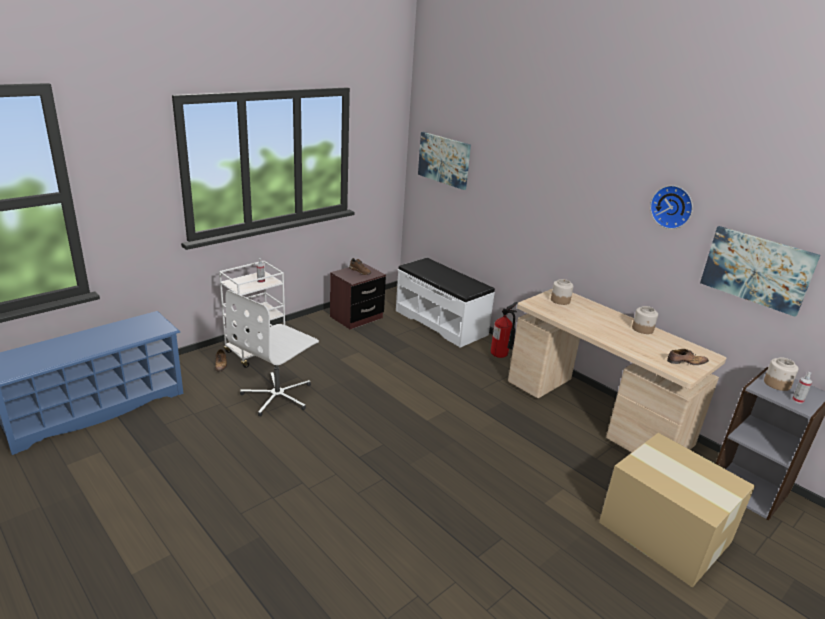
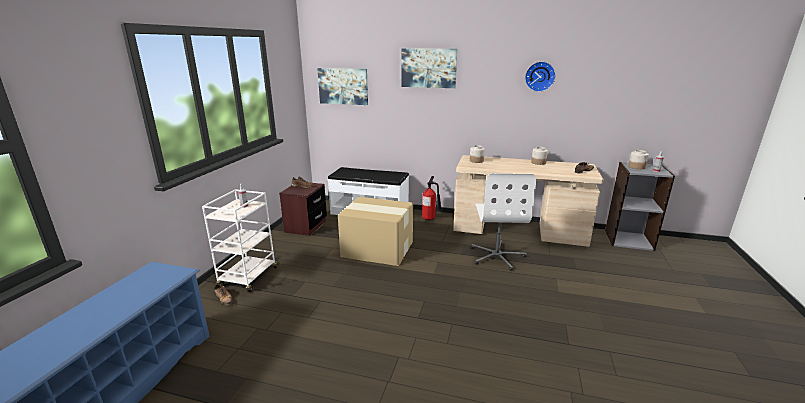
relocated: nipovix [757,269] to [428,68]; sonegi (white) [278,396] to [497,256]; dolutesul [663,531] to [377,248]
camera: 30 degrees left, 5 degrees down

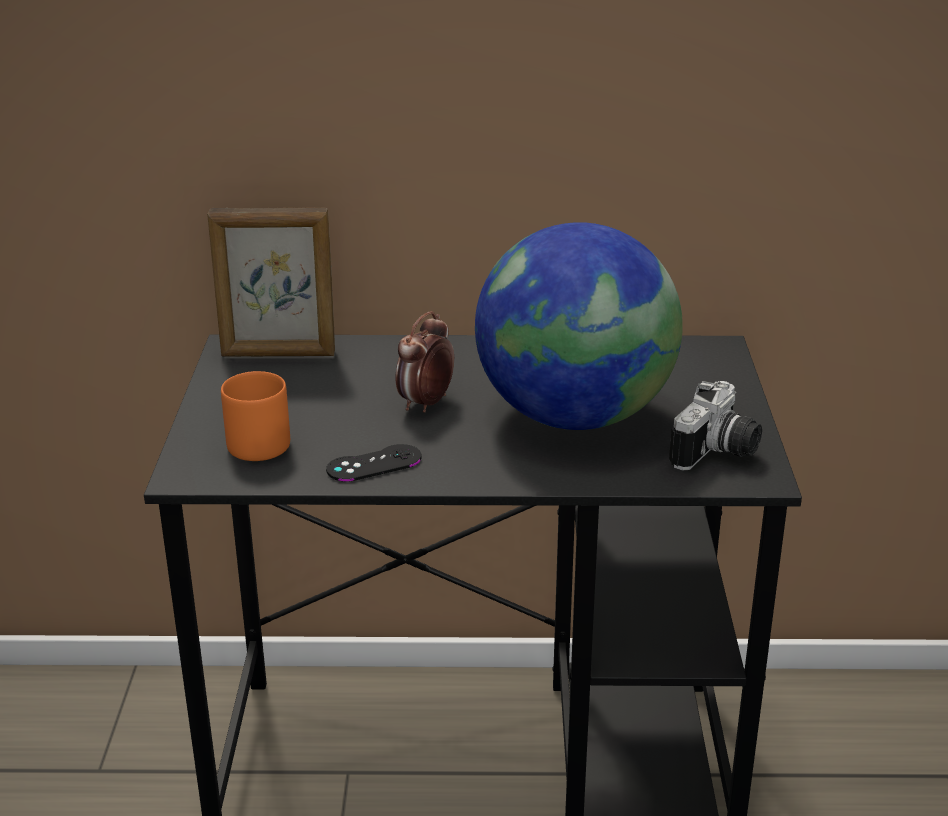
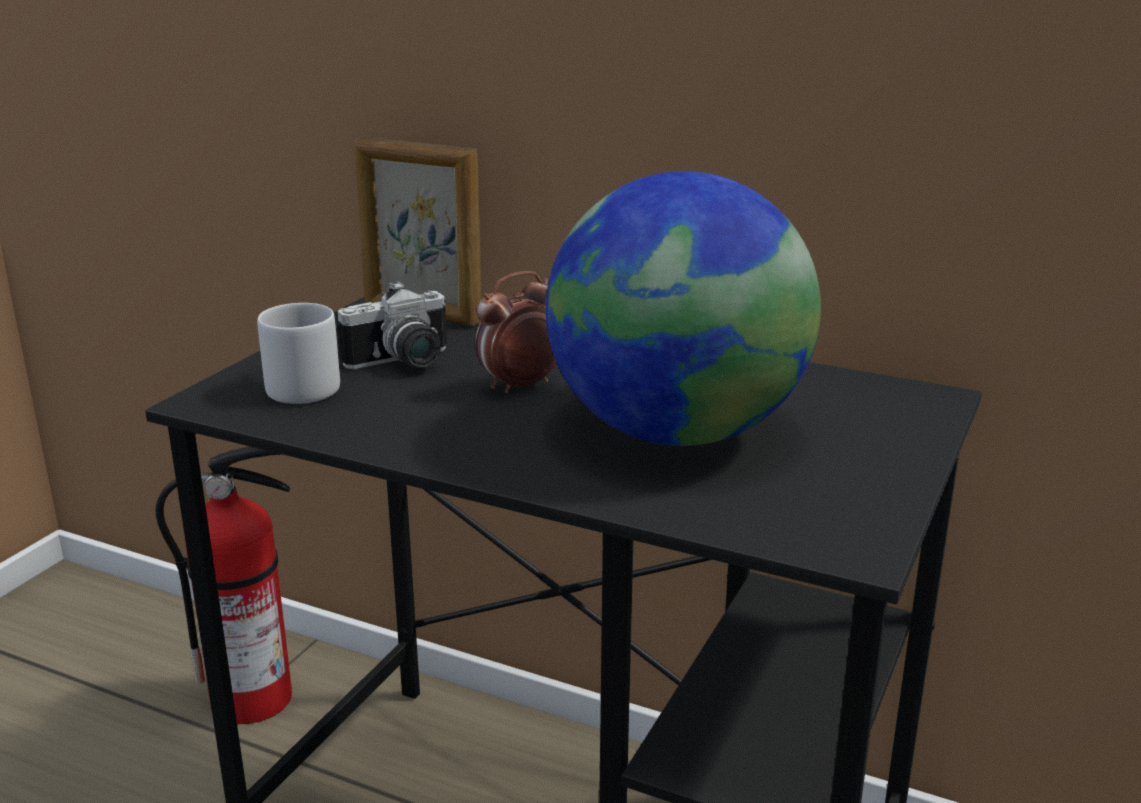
missing: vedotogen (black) [374,464]
appeared: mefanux [255,697]
relocated: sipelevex [719,453] to [403,363]
colour: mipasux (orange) [253,443] to mipasux (grey) [302,386]
camera: 25 degrees right, 5 degrees down

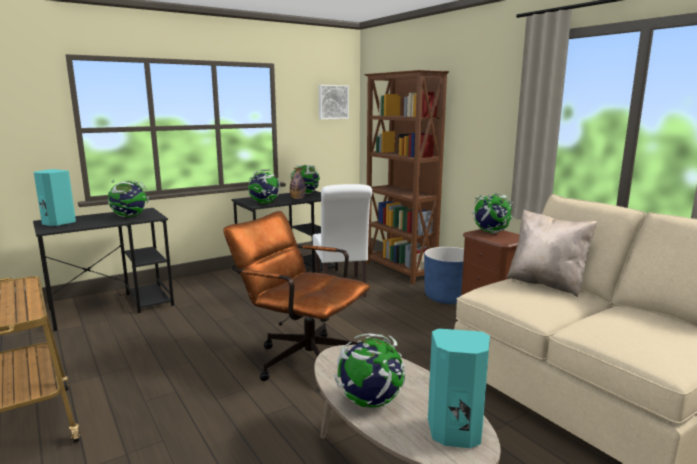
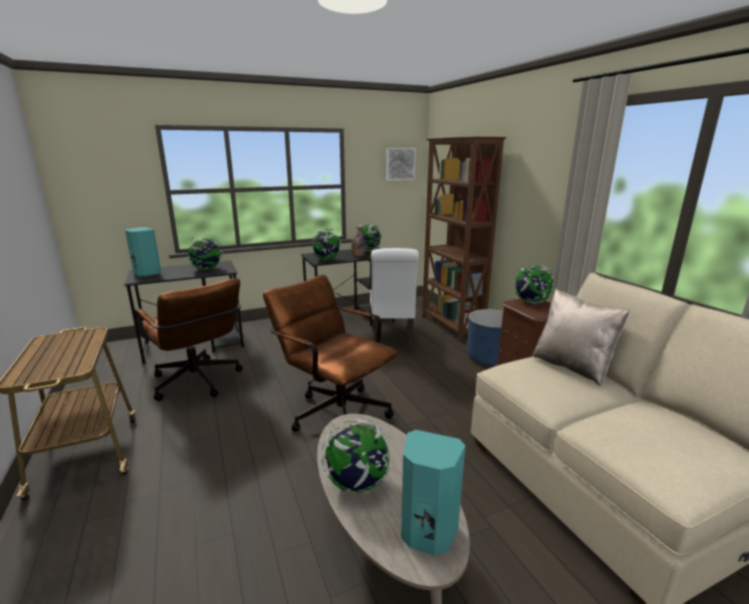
appeared: sonegi (brown) [199,384]
camera: 10 degrees right, 5 degrees up

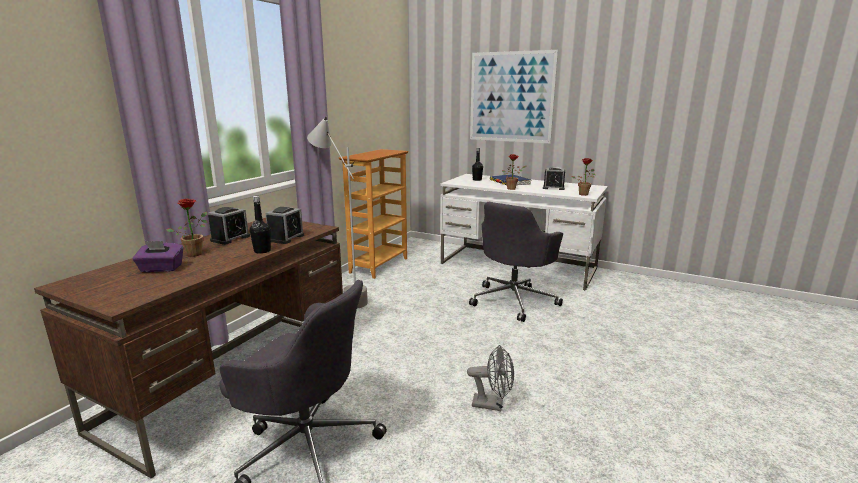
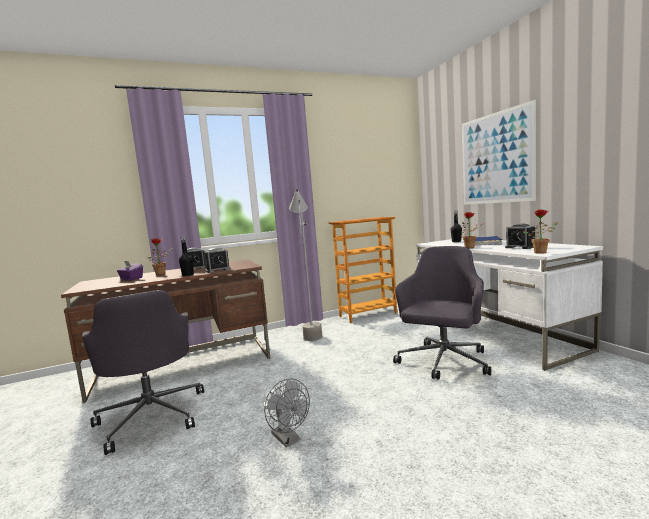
spun: sonegi (grey) [514,300] = [443,362] 135 degrees clockwise
camera: 40 degrees right, 10 degrees down

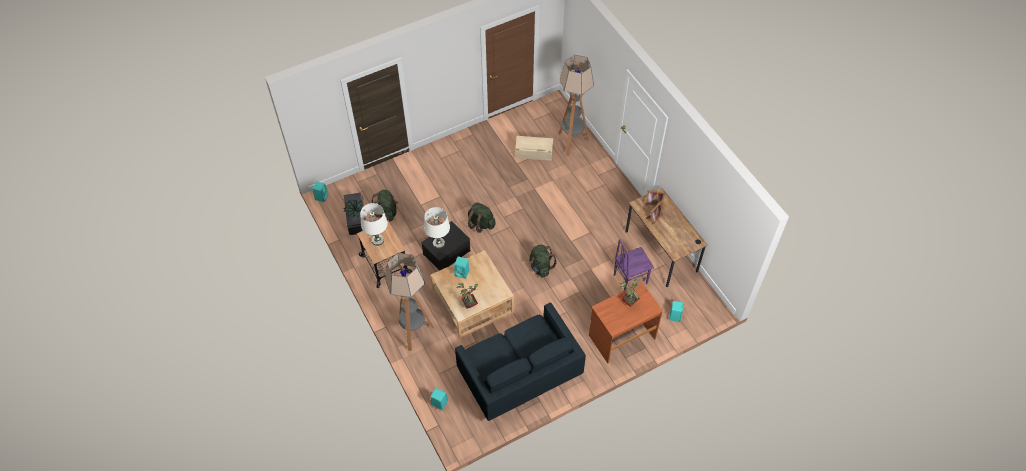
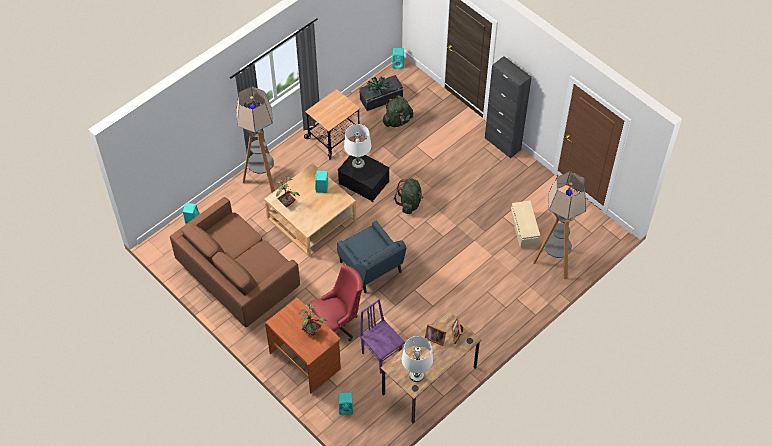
appeared: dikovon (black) [502,144]; sonegi (red) [338,324]
relocated: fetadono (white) [377,240] to [416,375]
exchanged: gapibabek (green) [540,267] to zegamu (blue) [371,268]
colour: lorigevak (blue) [519,373] to lorigevak (brown) [239,277]
camera: 75 degrees right, 0 degrees up

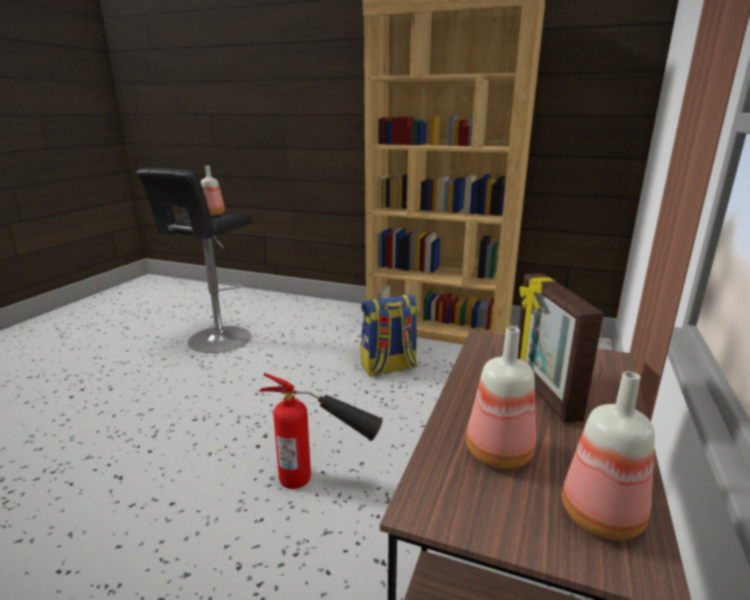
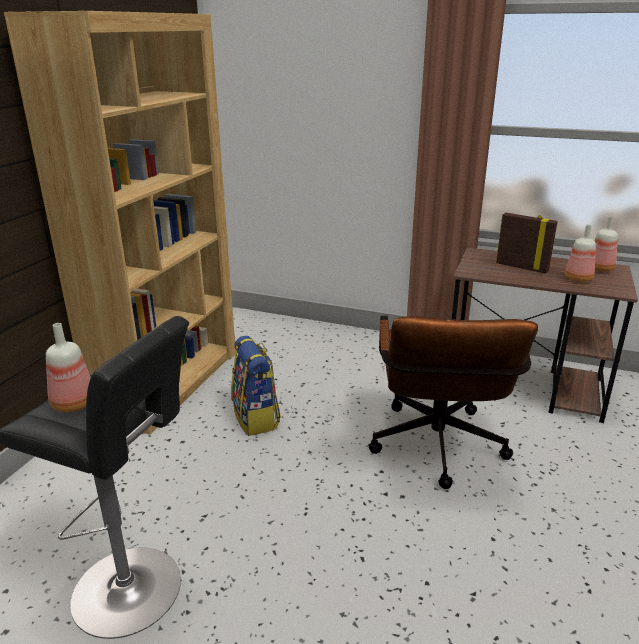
exchanged: mefanux [324,480] to sonegi (brown) [437,451]
spun: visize [543,393] = [522,267] 135 degrees counterclockwise
camera: 90 degrees left, 5 degrees up

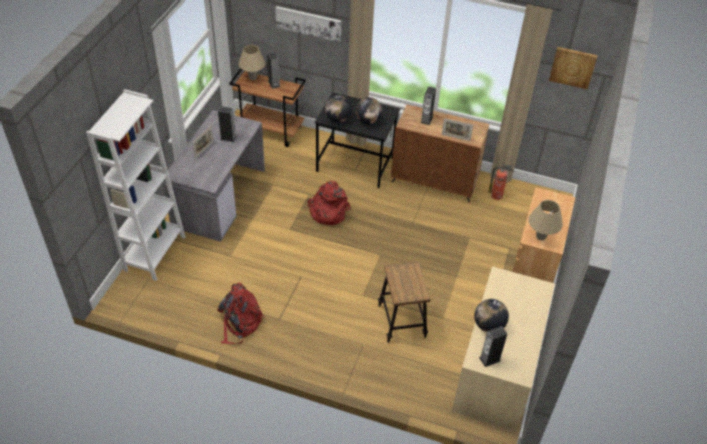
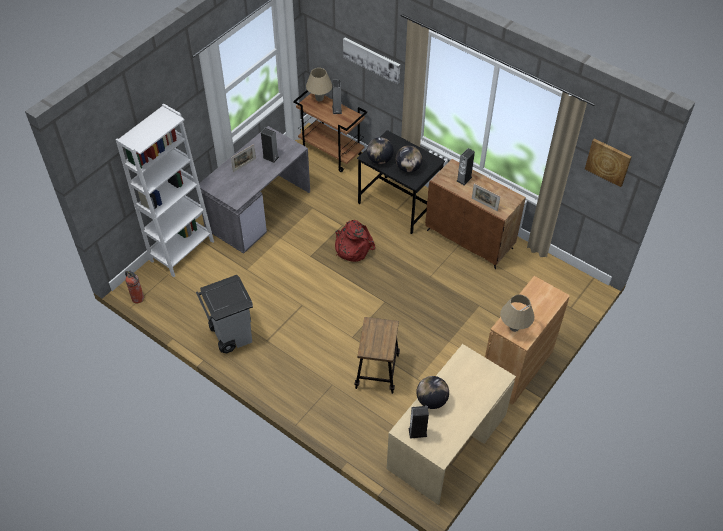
relocated: mefanux [497,196] to [138,298]
exchanged: gapibabek (red) [239,322] to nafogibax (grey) [231,335]
camera: 20 degrees right, 5 degrees up

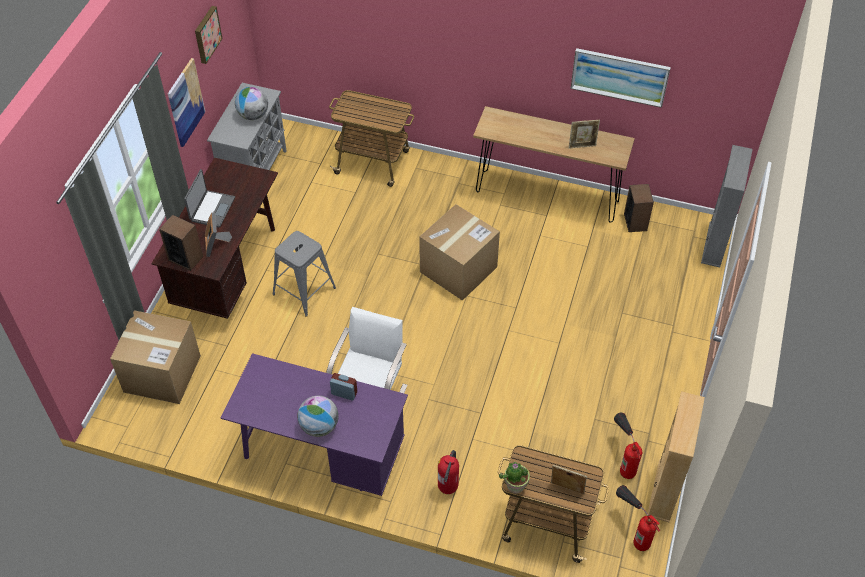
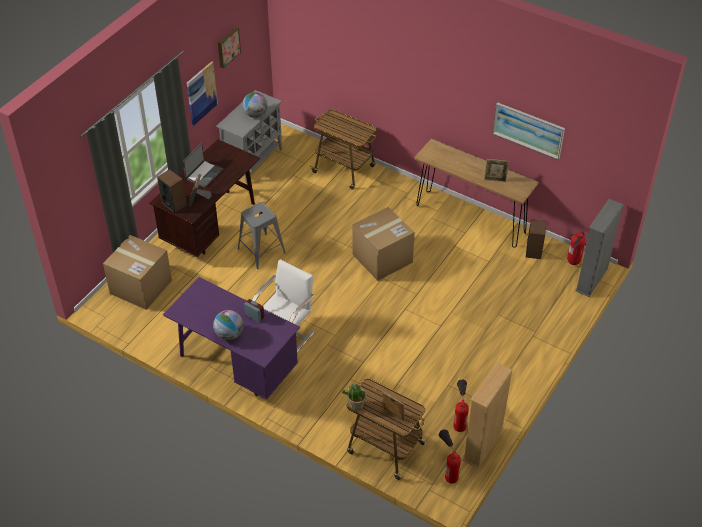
relocated: mefanux [448,488] to [573,263]
camera: 15 degrees right, 5 degrees down

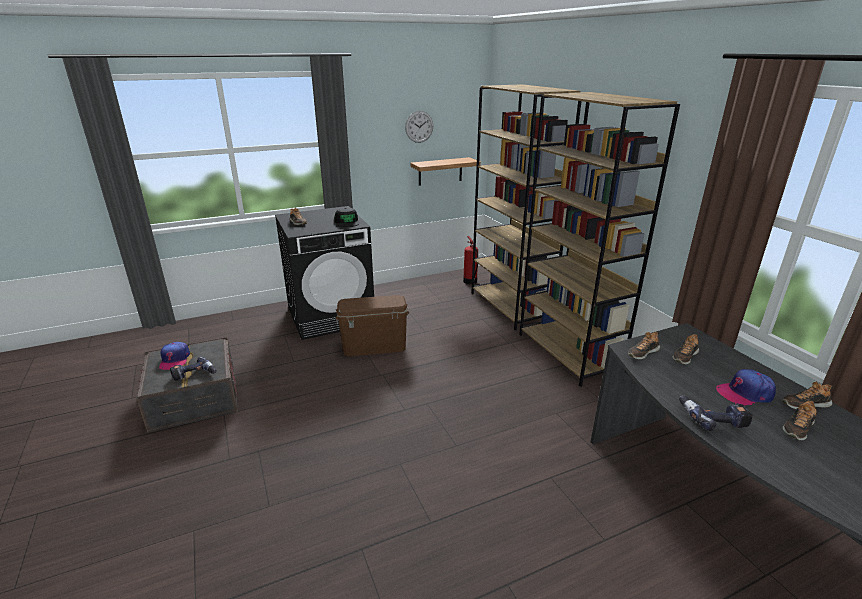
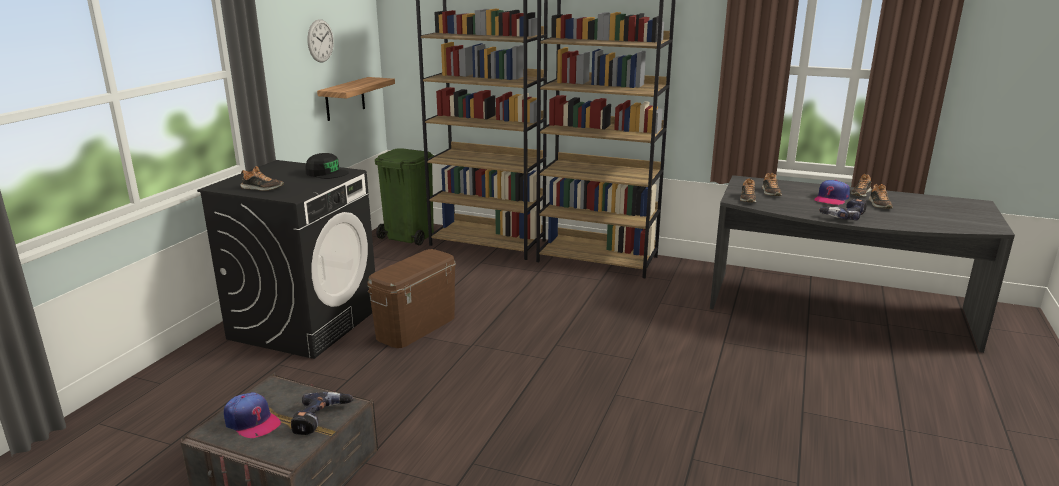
exchanged: mefanux [470,282] to nafogibax (green) [408,236]
camera: 45 degrees left, 5 degrees down

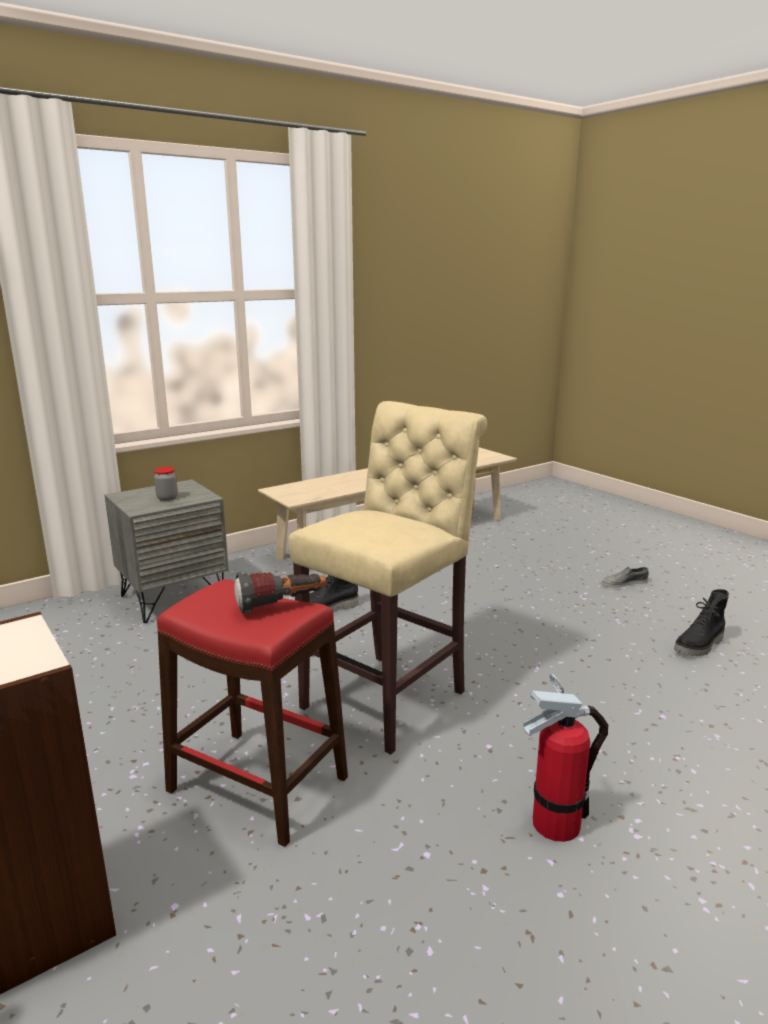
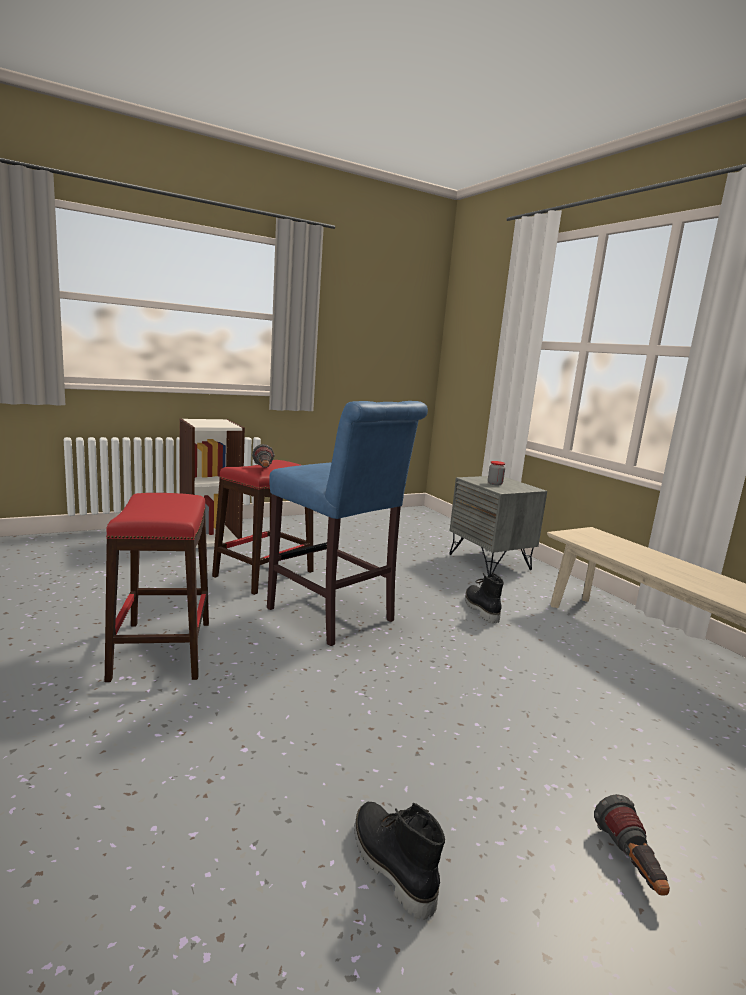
exchanged: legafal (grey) [624,583] to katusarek [631,864]; mefanux [556,823] to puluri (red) [161,650]
colour: puluri (beige) [390,696] to puluri (blue) [335,617]
camera: 95 degrees right, 5 degrees down

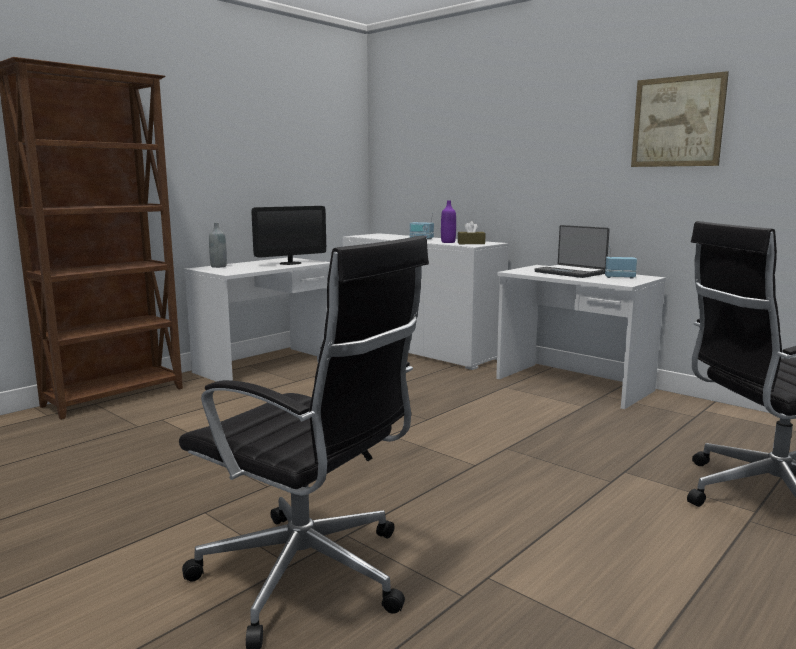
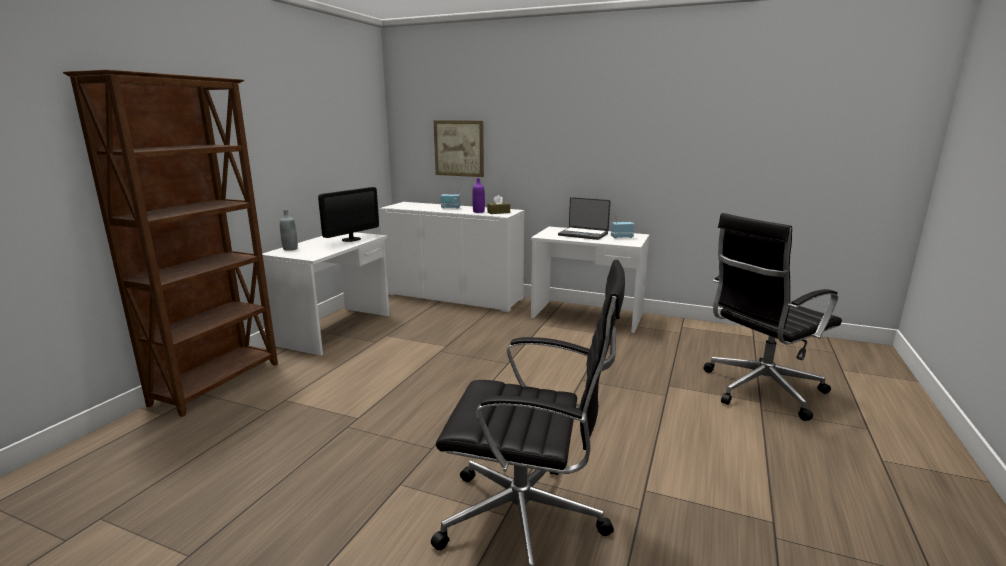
relocated: nipovix [677,122] to [459,148]
camera: 20 degrees left, 5 degrees up

